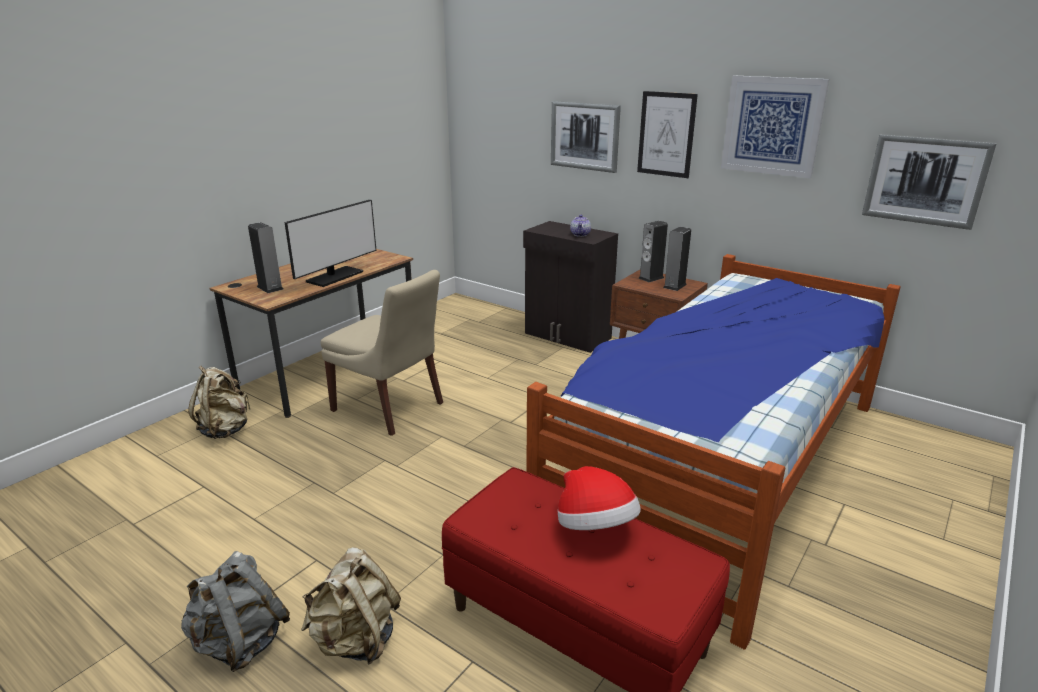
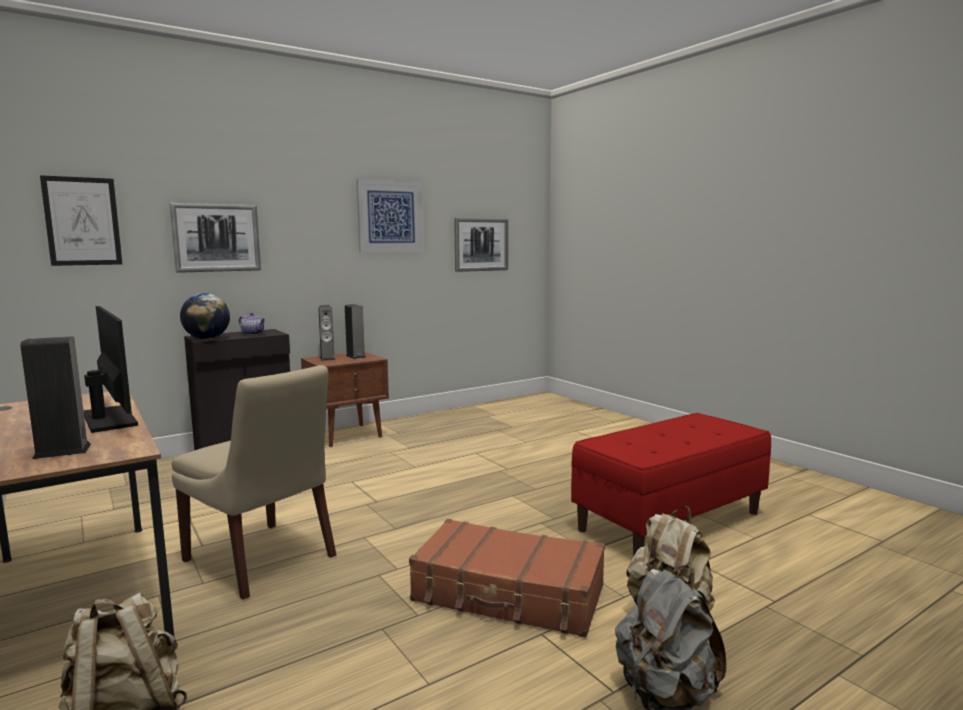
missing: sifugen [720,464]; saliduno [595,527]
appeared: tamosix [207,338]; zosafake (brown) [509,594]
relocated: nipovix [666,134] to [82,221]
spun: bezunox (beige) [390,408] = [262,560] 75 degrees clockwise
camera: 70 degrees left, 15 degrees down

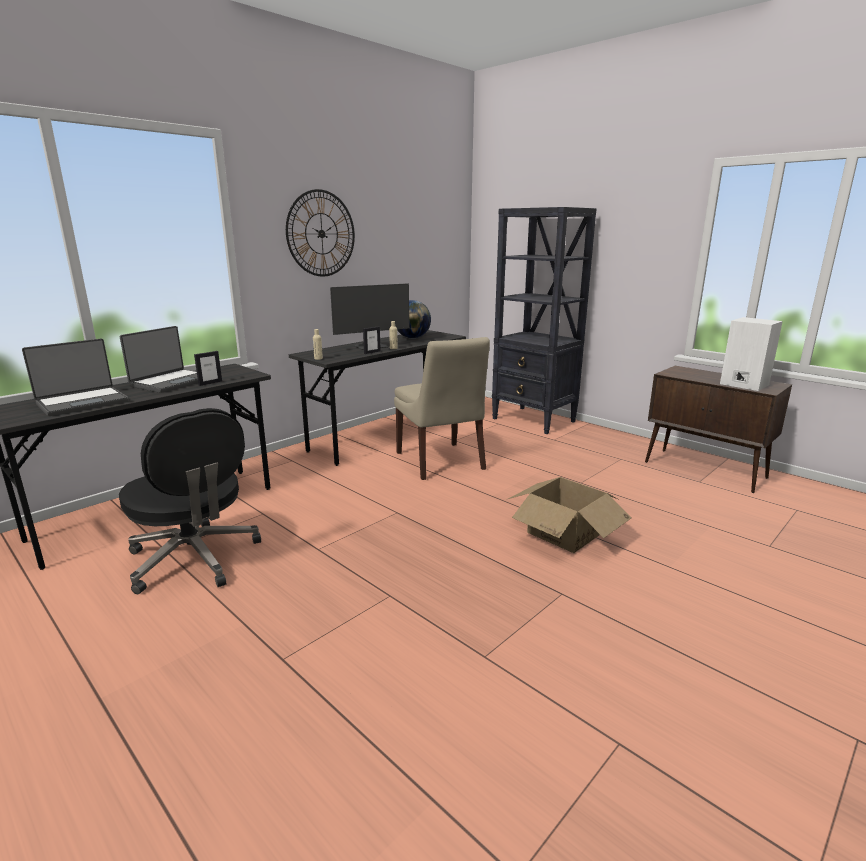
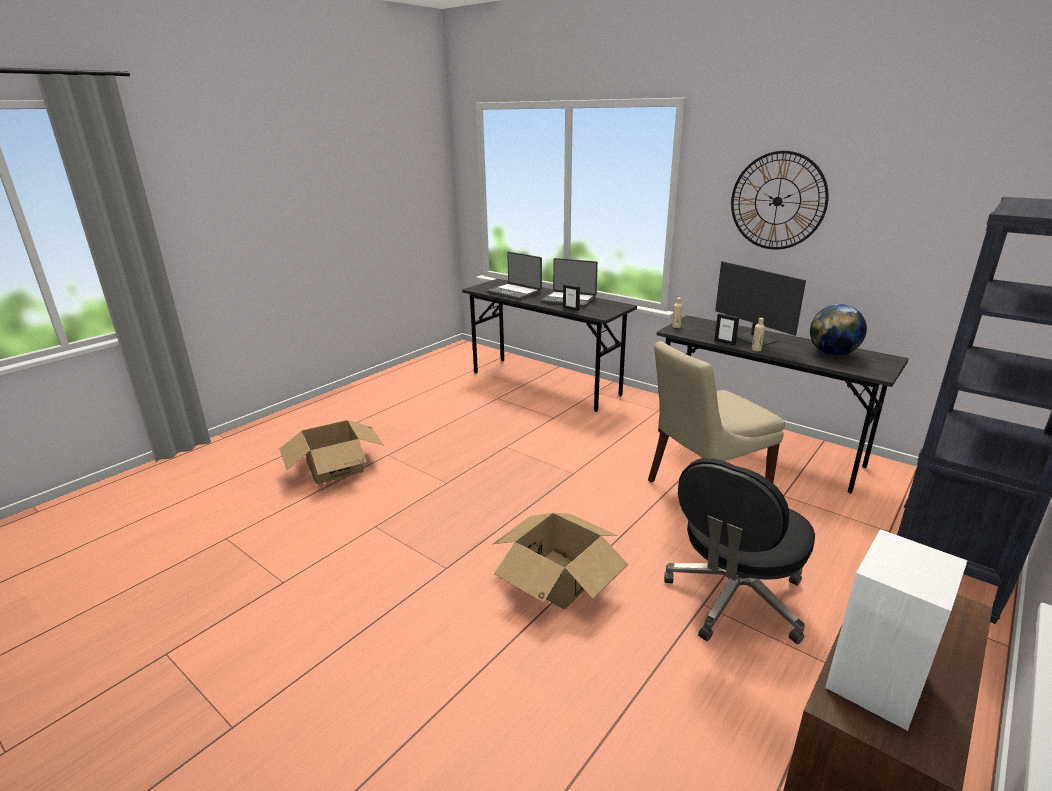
appeared: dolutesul [335,467]
relocated: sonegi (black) [195,559] to [734,599]
camera: 85 degrees right, 5 degrees up

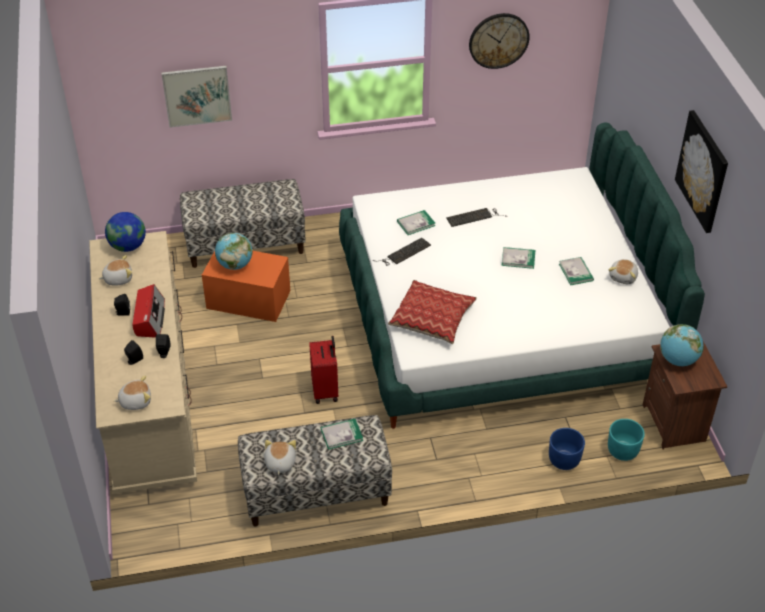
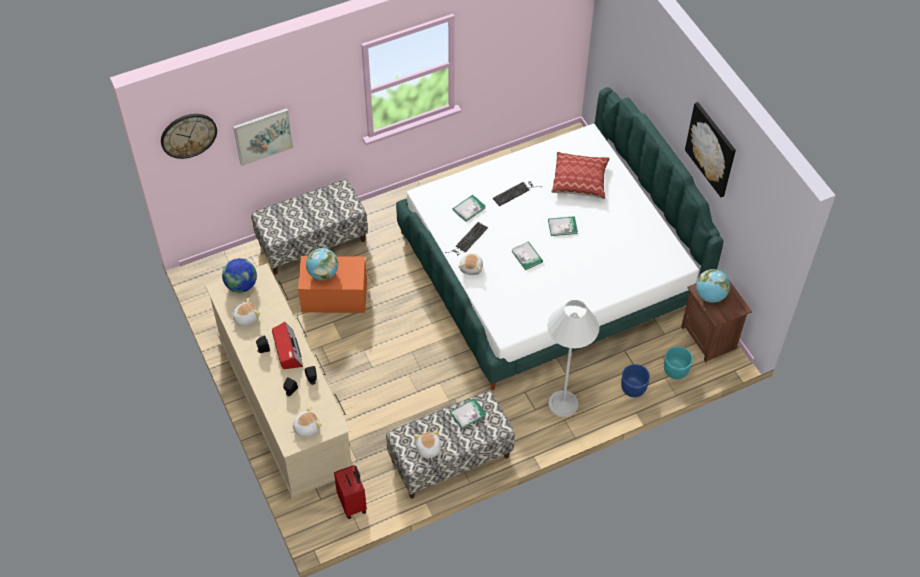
appeared: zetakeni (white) [563,404]
relocated: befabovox [498,40] to [188,135]; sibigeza [576,272] to [527,256]; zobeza [623,277] to [471,268]; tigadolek [432,318] to [580,180]; zosafake (red) [326,391] to [353,503]
camera: 15 degrees left, 10 degrees up

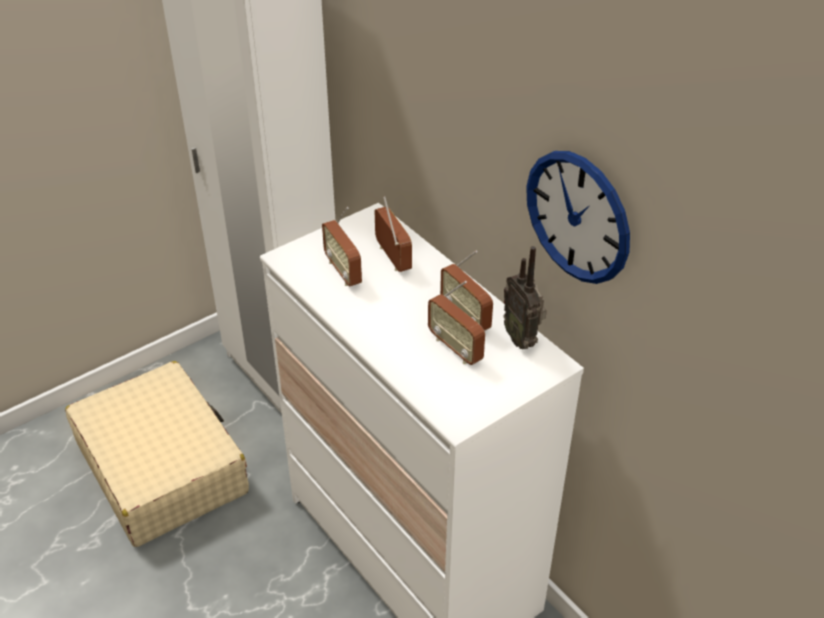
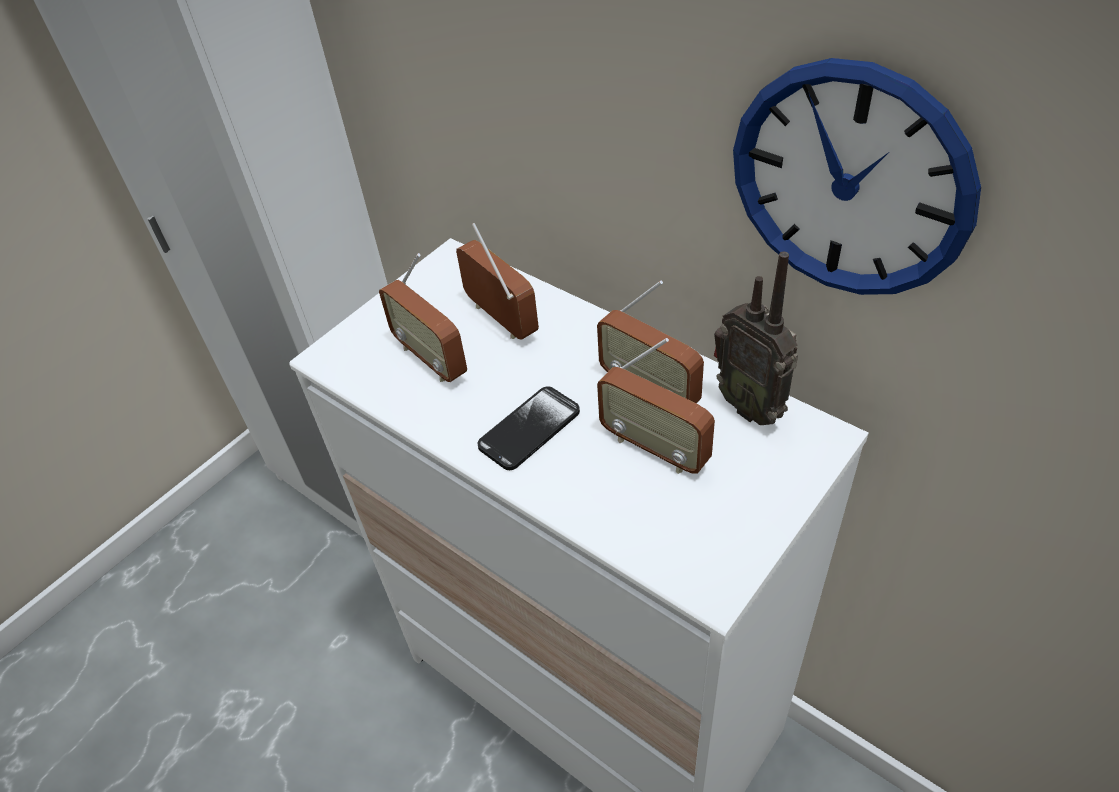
missing: zosafake (beige) [162,467]
appeared: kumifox [529,429]
camera: 10 degrees left, 5 degrees up

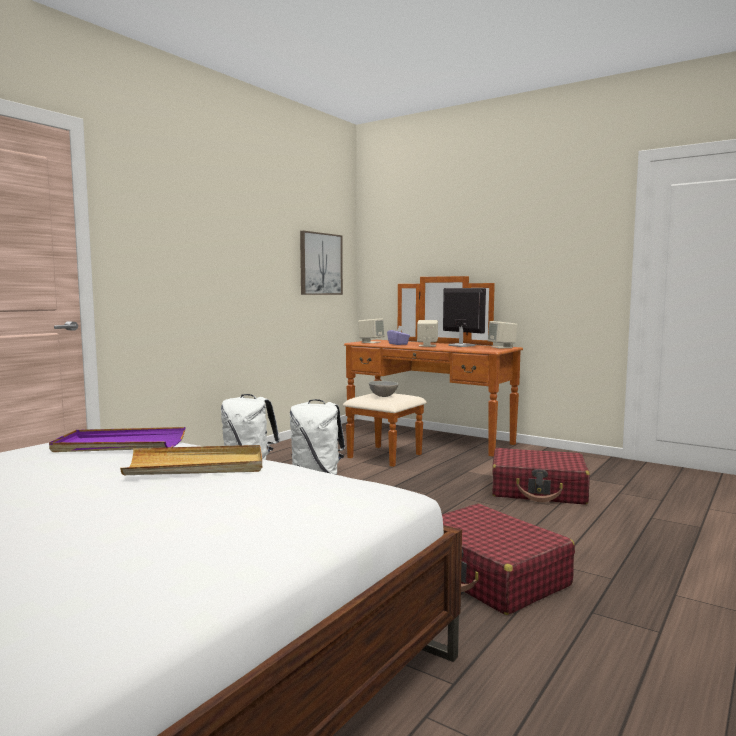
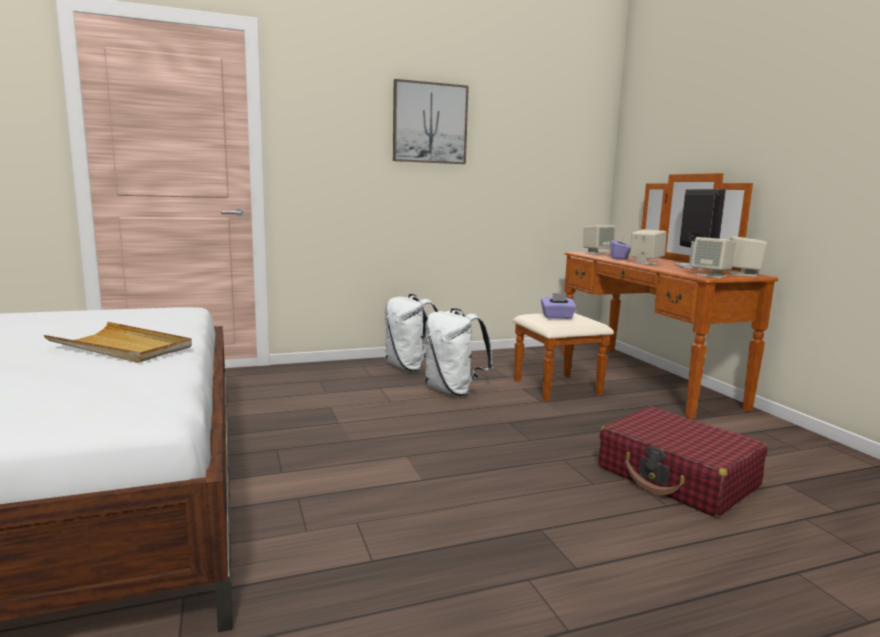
missing: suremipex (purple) [119,445]; zosafake (red) [490,575]
appeared: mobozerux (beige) [711,275]
relocated: nipovix [320,264] to [429,123]
exchanged: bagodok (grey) [383,396] to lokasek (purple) [557,317]
camera: 35 degrees right, 5 degrees up

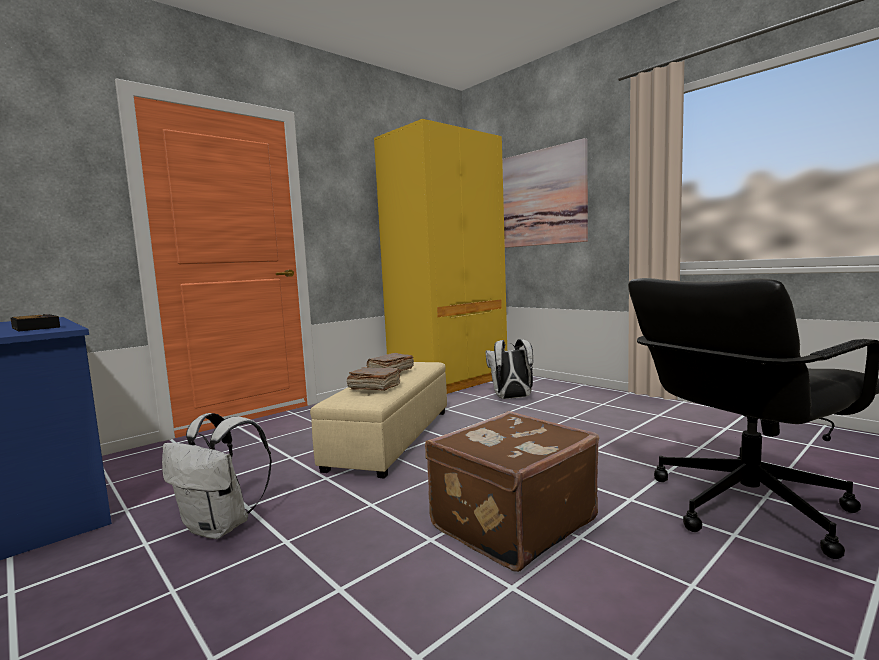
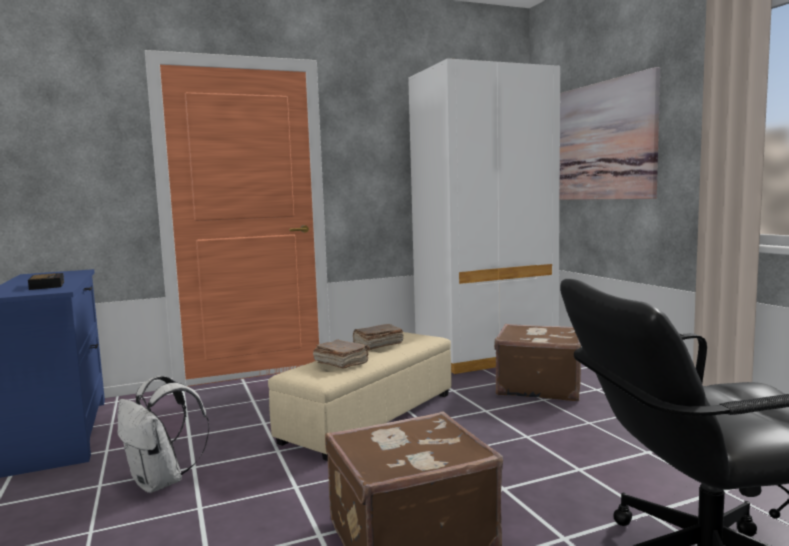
exchanged: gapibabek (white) [512,398] to zosafake (brown) [539,387]
colour: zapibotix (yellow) [449,381] to zapibotix (white) [485,356]
camera: 20 degrees right, 0 degrees up

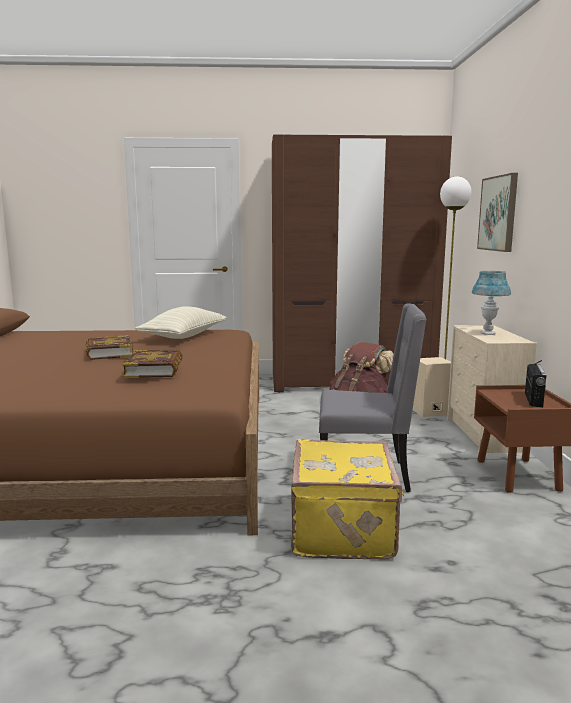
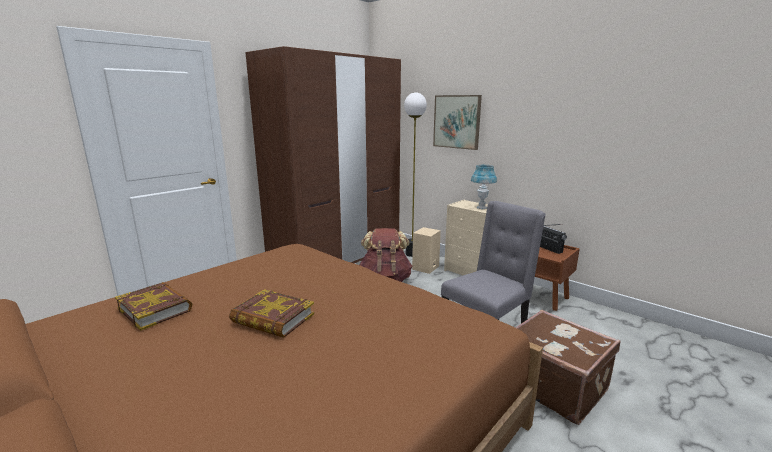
missing: tigadolek (beige) [184,336]
relocated: sibigeza [155,369] to [155,309]
colour: zosafake (yellow) [344,529] to zosafake (brown) [554,385]
camera: 45 degrees left, 5 degrees up

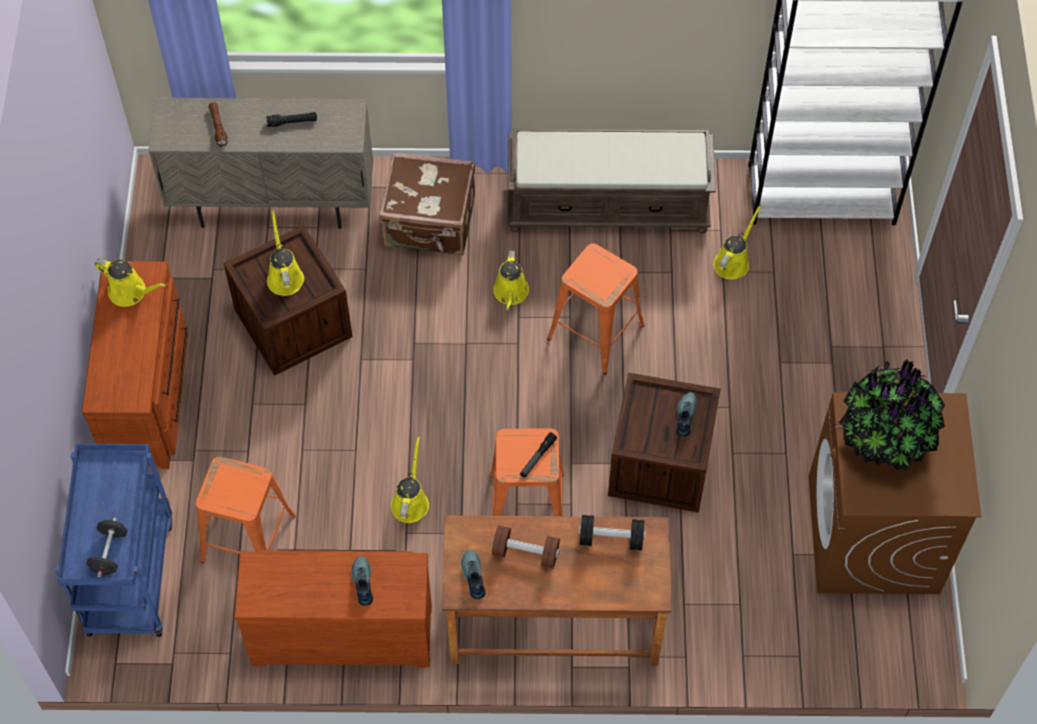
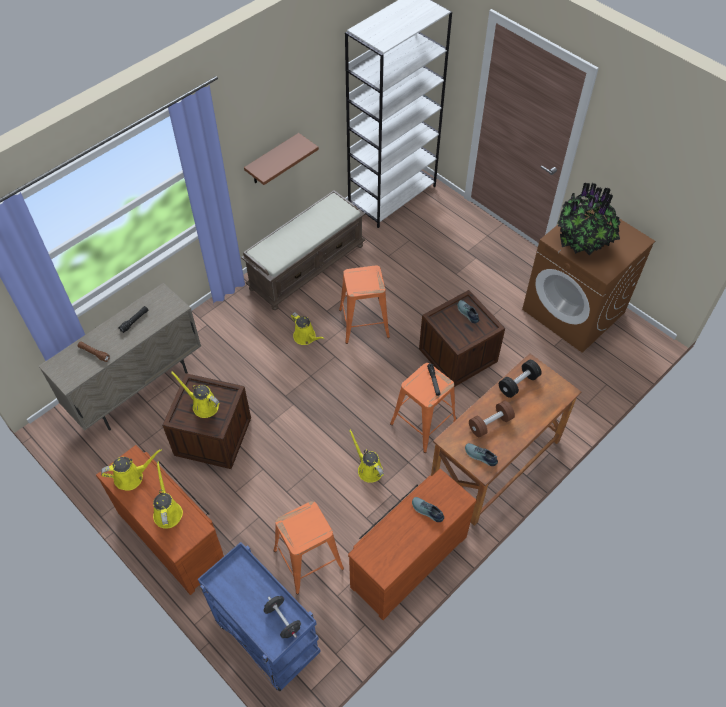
missing: zosafake (brown) [430,223]
appeared: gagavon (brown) [272,160]
relocated: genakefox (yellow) [733,261] to [167,511]
camera: 45 degrees left, 5 degrees down

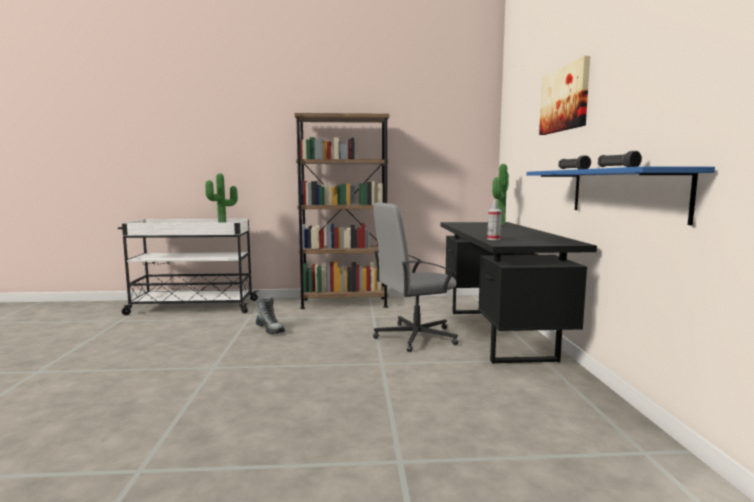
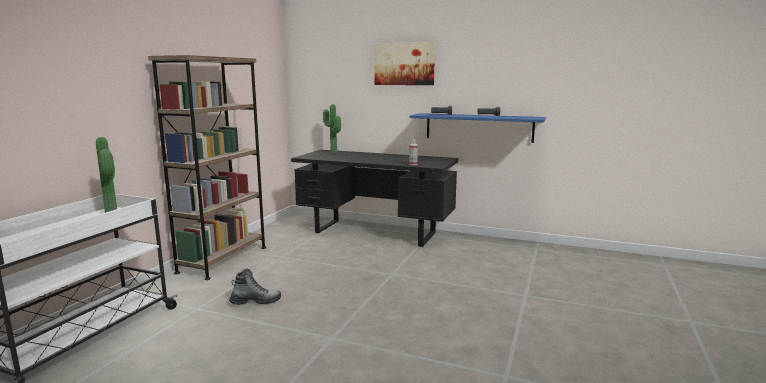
missing: sonegi (grey) [414,337]
camera: 65 degrees left, 5 degrees up

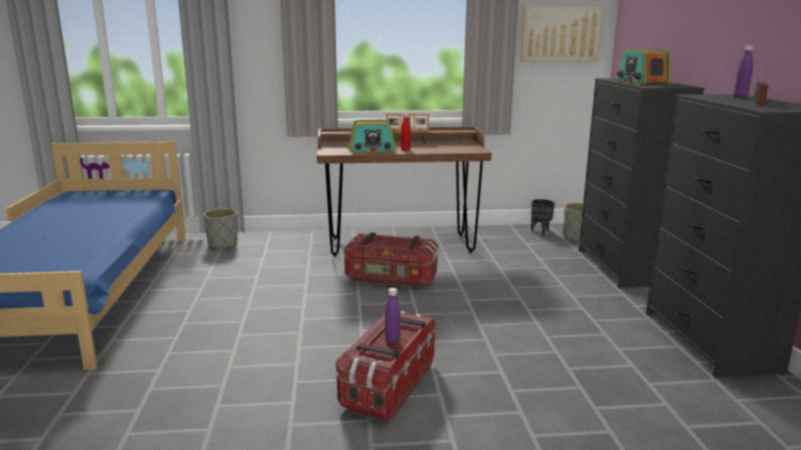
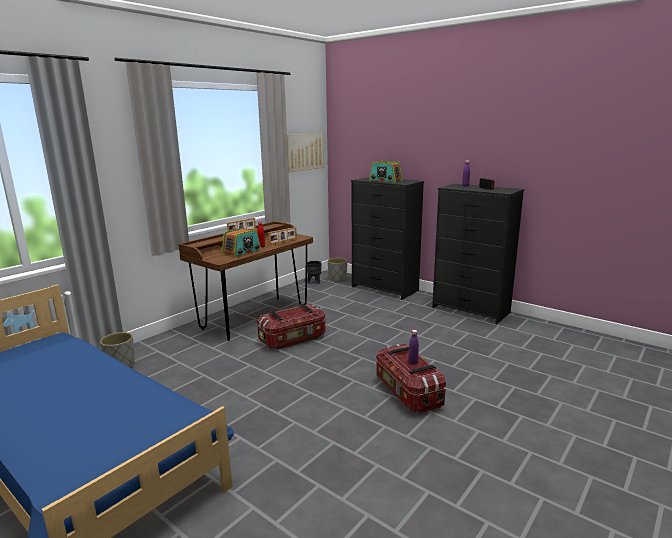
appeared: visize [283,242]
camera: 45 degrees left, 0 degrees up

